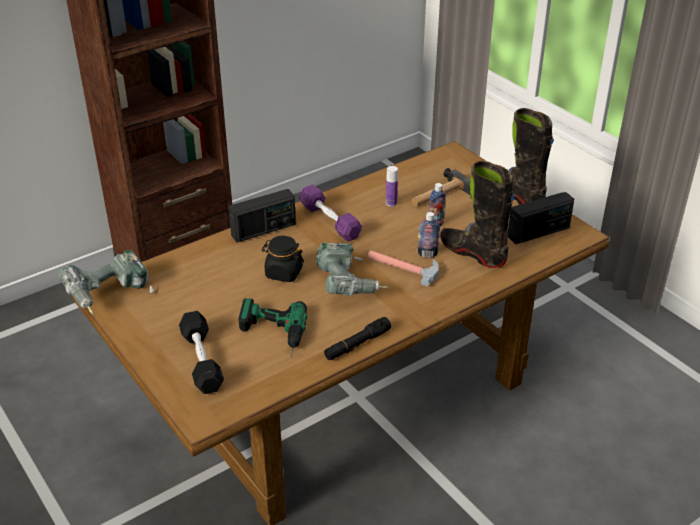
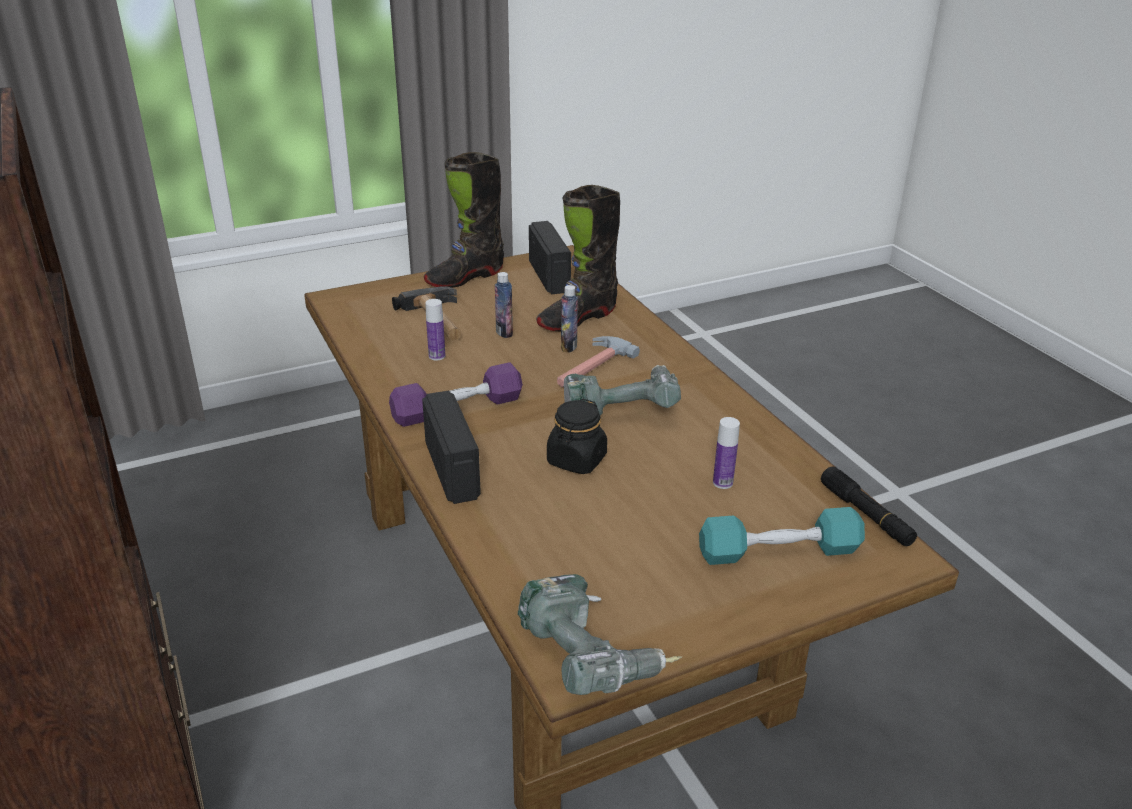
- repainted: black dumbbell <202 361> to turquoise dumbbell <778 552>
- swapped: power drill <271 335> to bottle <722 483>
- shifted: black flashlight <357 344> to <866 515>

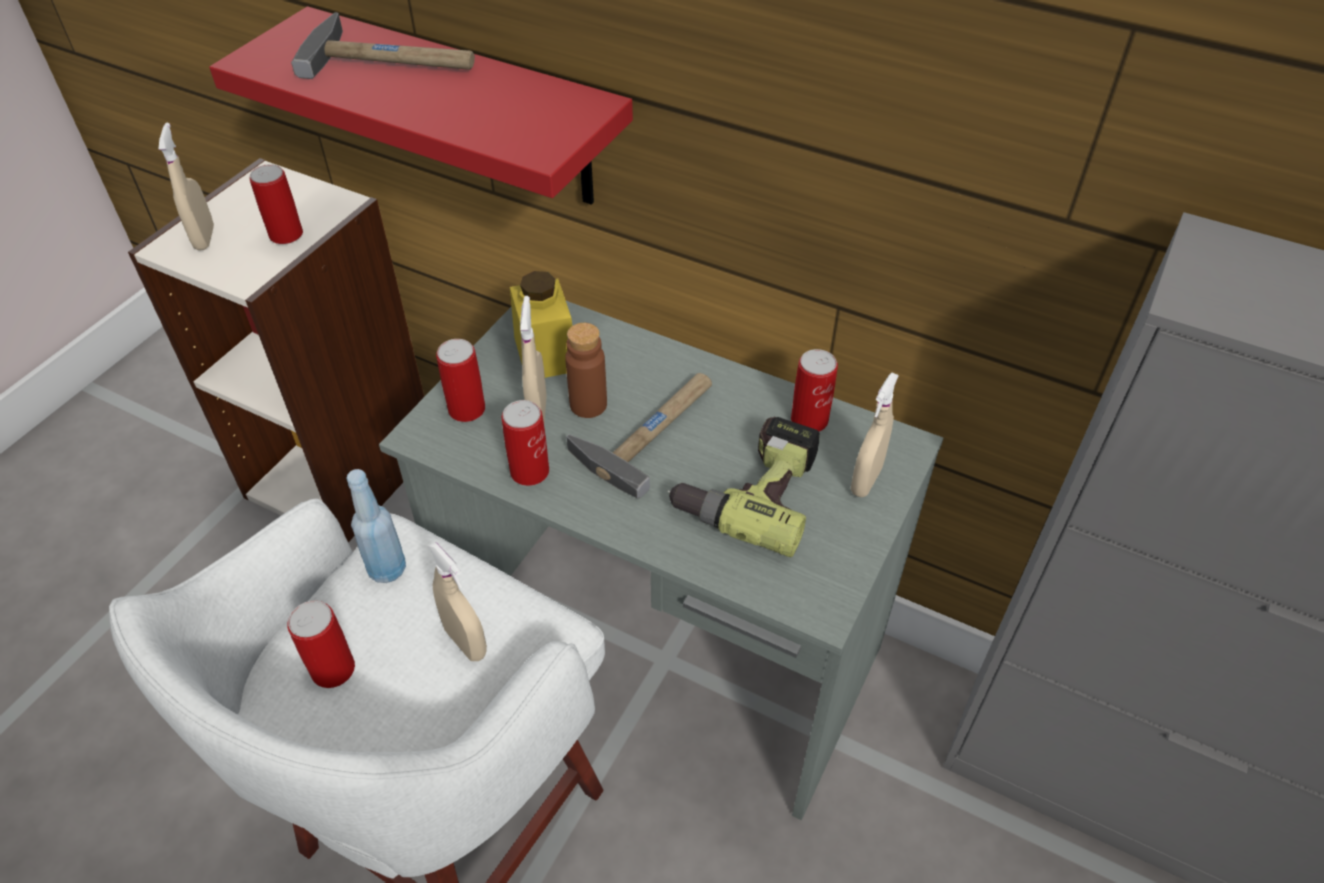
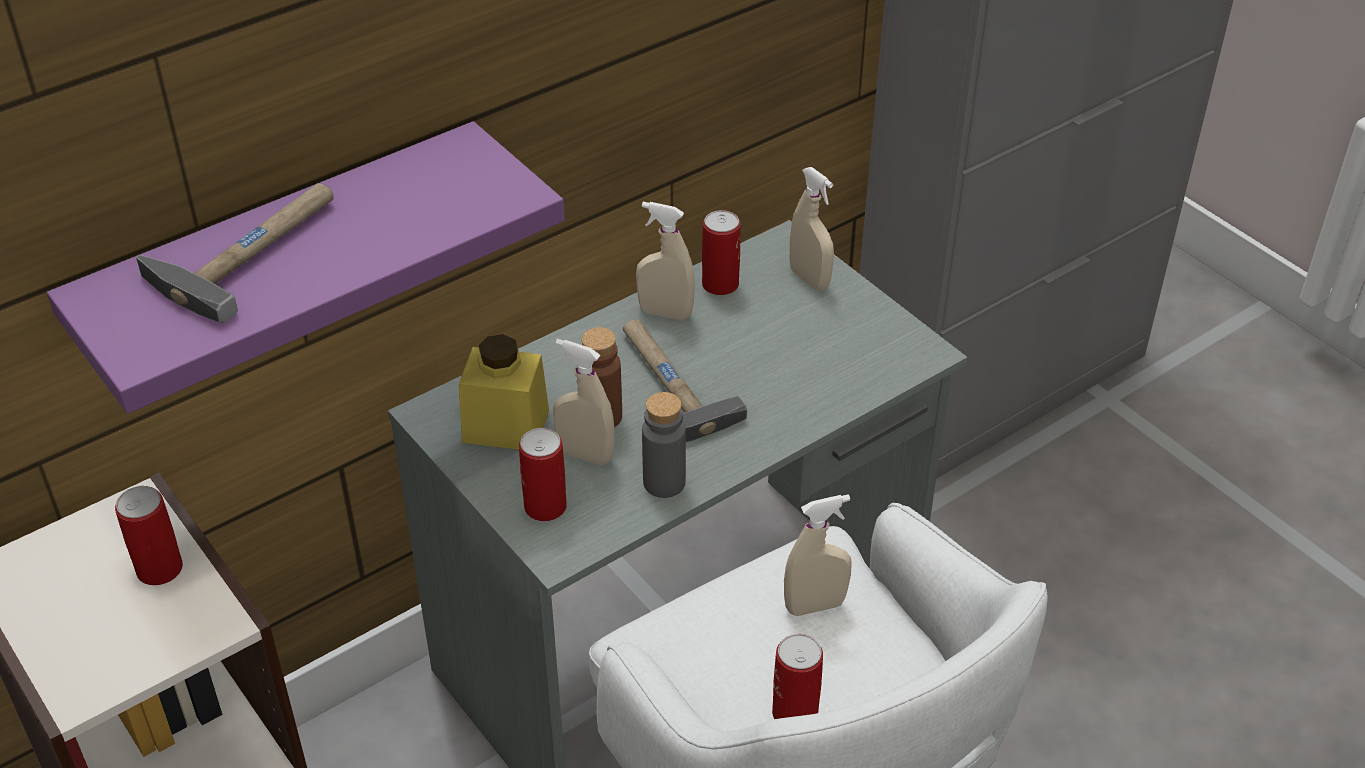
- shifted: beige spray bottle <204 238> to <665 313>
- repainted: red shelf <469 109> to purple shelf <285 262>
- gone: blue bottle <387 569>
- swapped: can <530 471> to grey bottle <664 482>
- gone: power drill <750 491>

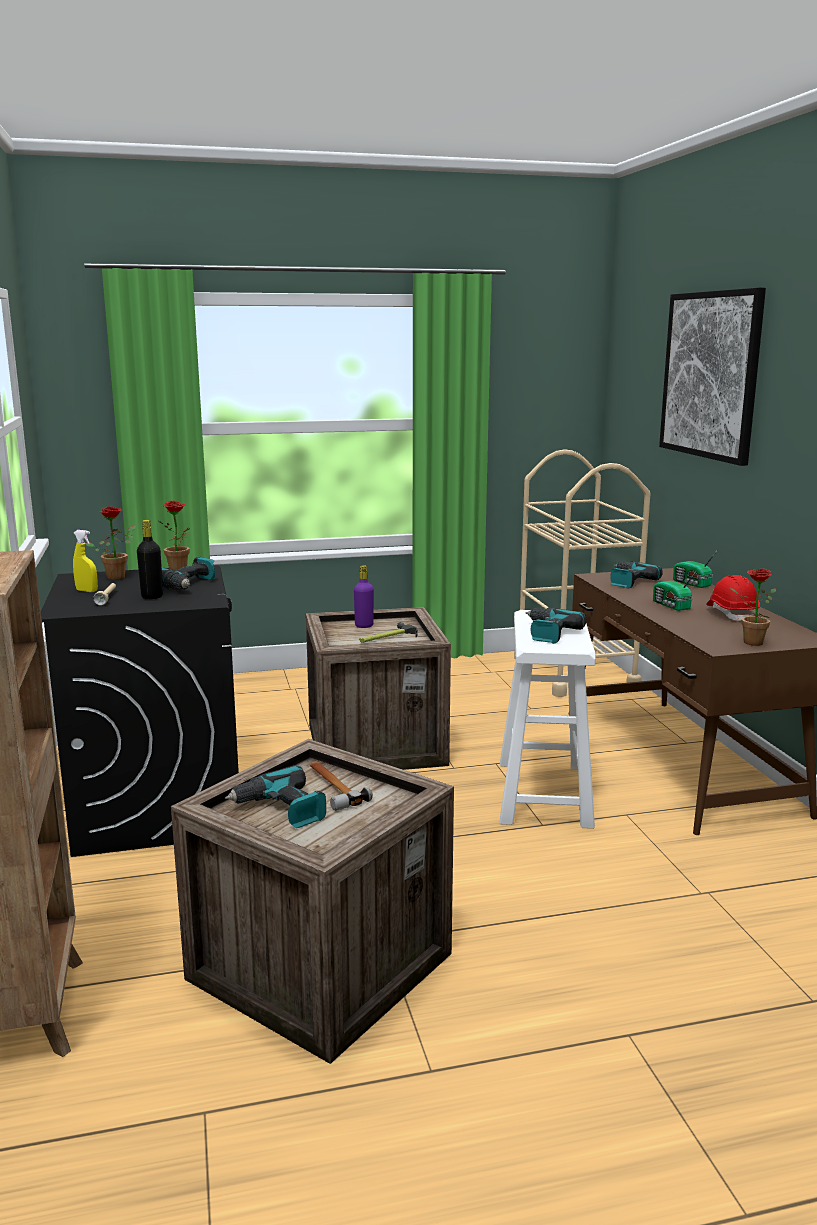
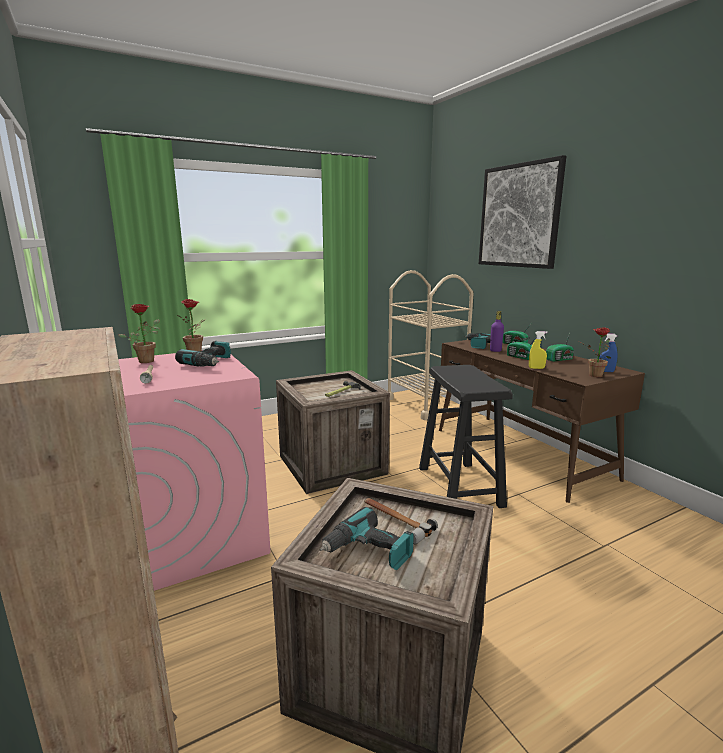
- repainted: black washing machine <157 805> to pink washing machine <192 535>
- shifted: yellow spray bottle <87 591> to <536 368>
- gone: black bottle <152 596>
- shifted: purple bottle <364 626> to <495 350>
- repainted: white stool <544 793> to black stool <459 486>
- gone: power drill <548 633>
- swapped: red hard hat <731 614> to radio <560 359>
- new: blue spray bottle <605 371>

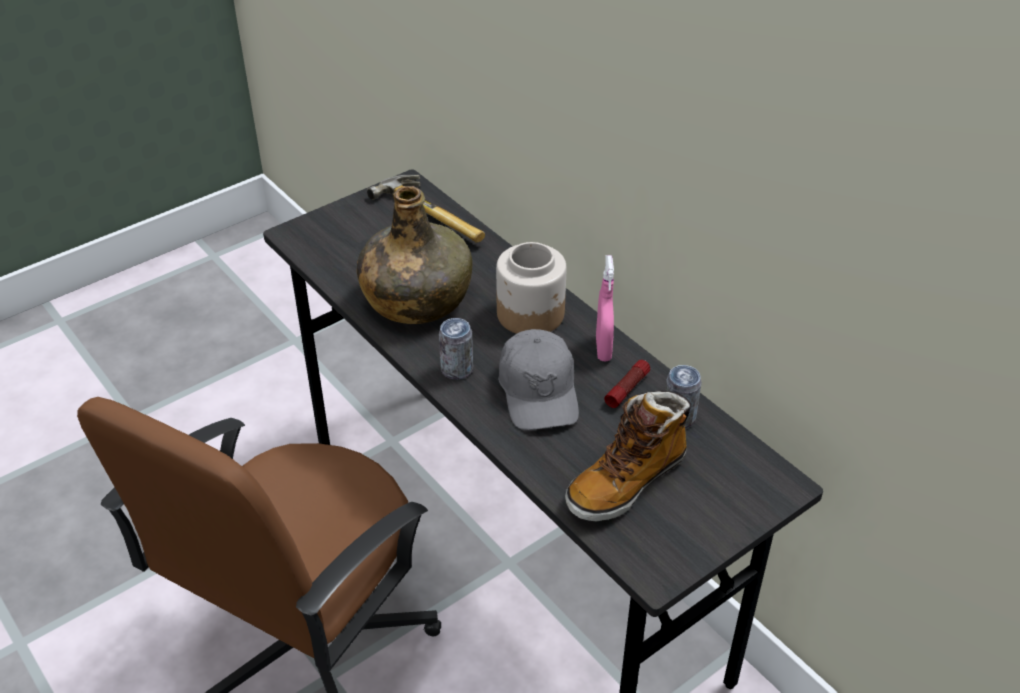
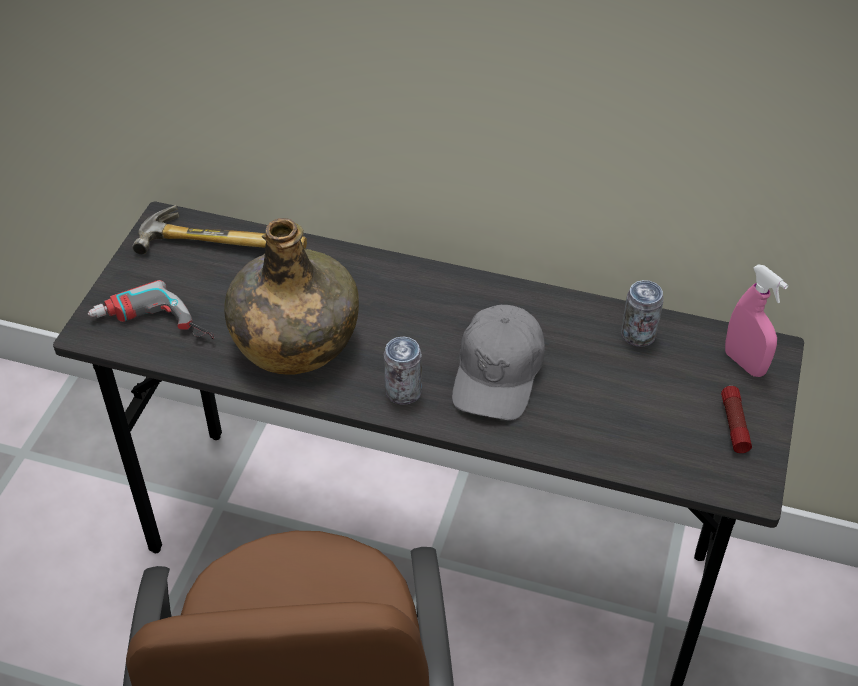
- gone: jar <531 314>
- rotated: grey cap <539 391> = <498 373> 60 degrees clockwise
- gone: boot <626 481>
- shifted: pink spray bottle <603 349> to <744 363>
- shifted: flashlight <627 389> to <734 424>
- new: power drill <151 330>

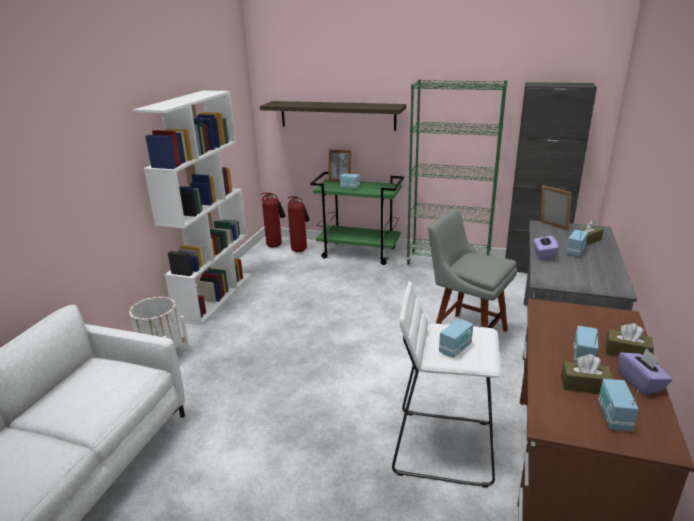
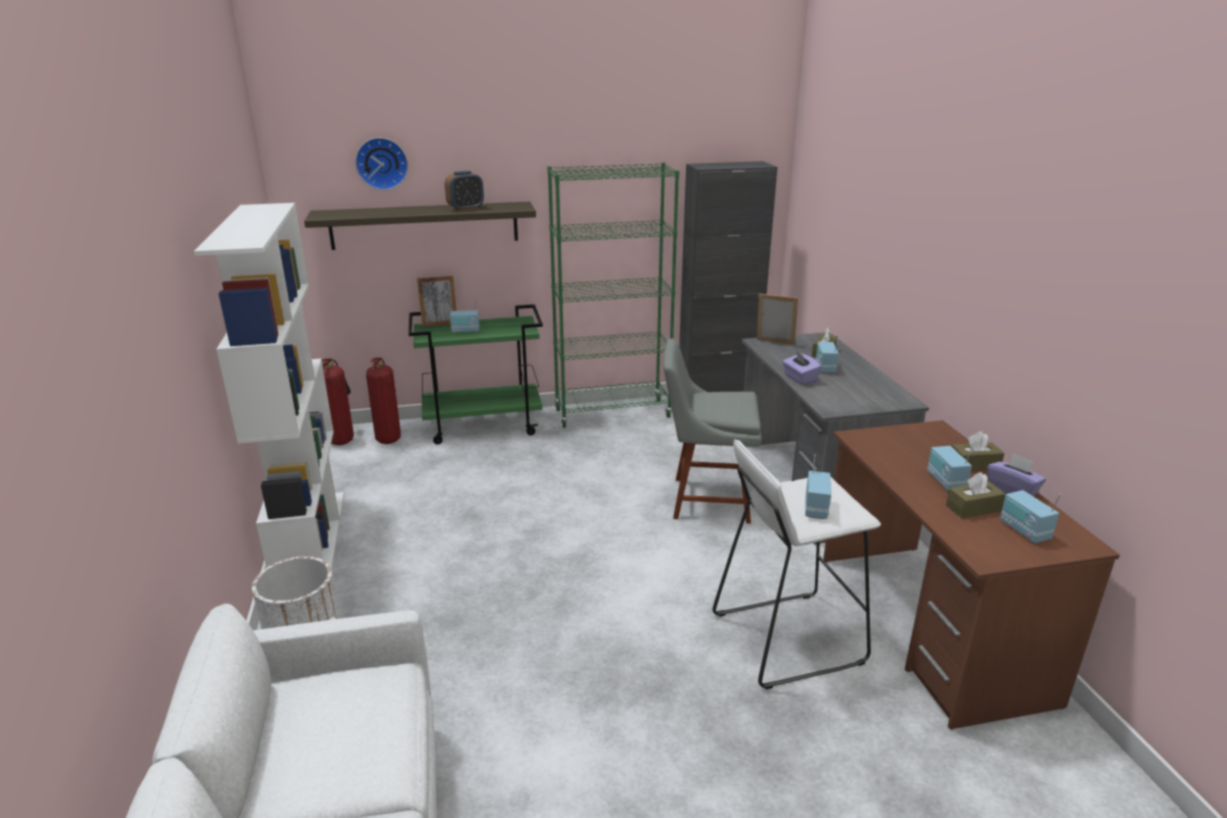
- new: wall clock <382 163>
- new: alarm clock <465 208>

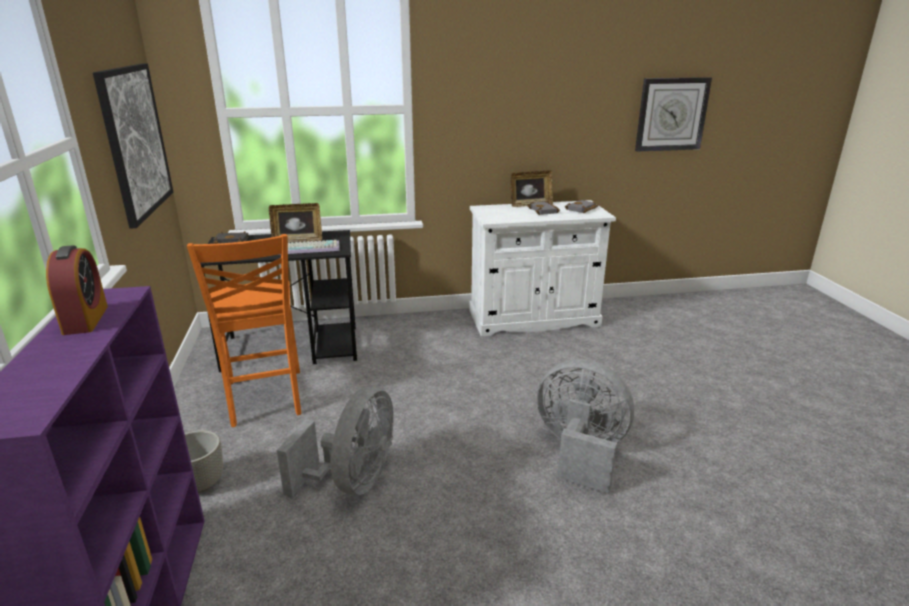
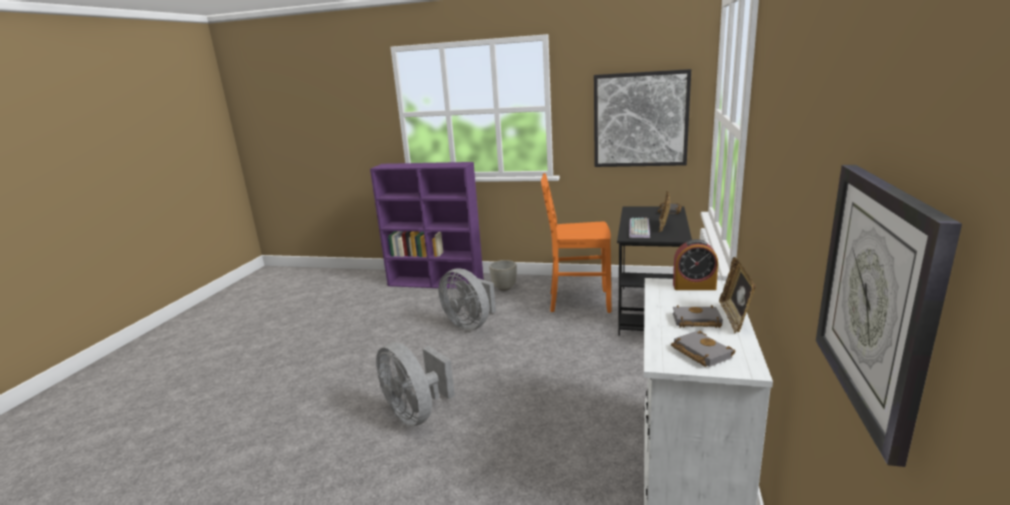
- shifted: alarm clock <85 320> to <694 286>
- rotated: grey fan <580 452> = <416 413> 90 degrees clockwise

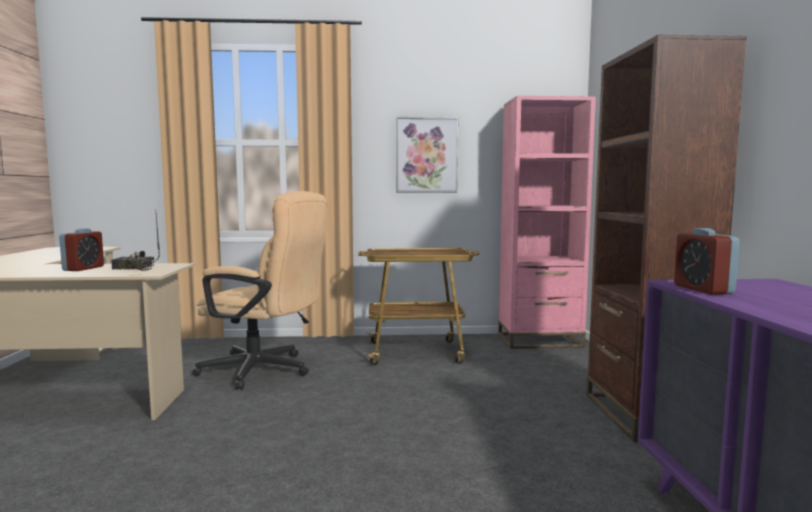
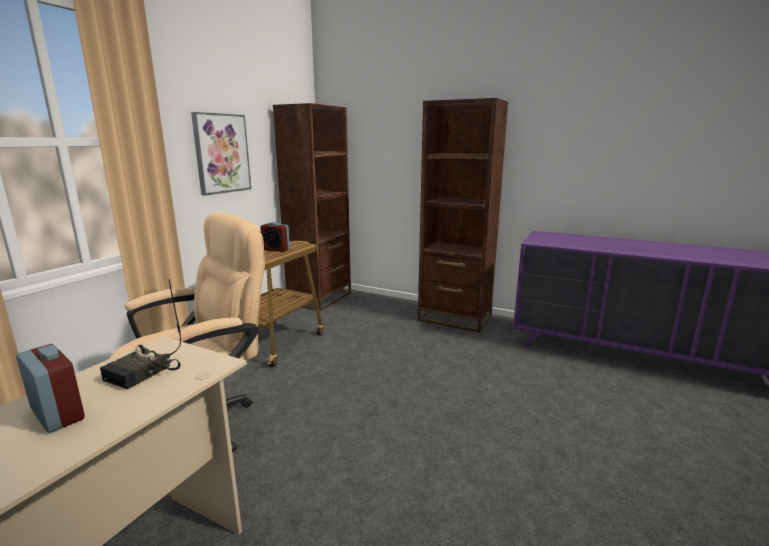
- repainted: pink bookcase <539 340> to brown bookcase <320 298>
- shifted: alarm clock <703 289> to <276 249>

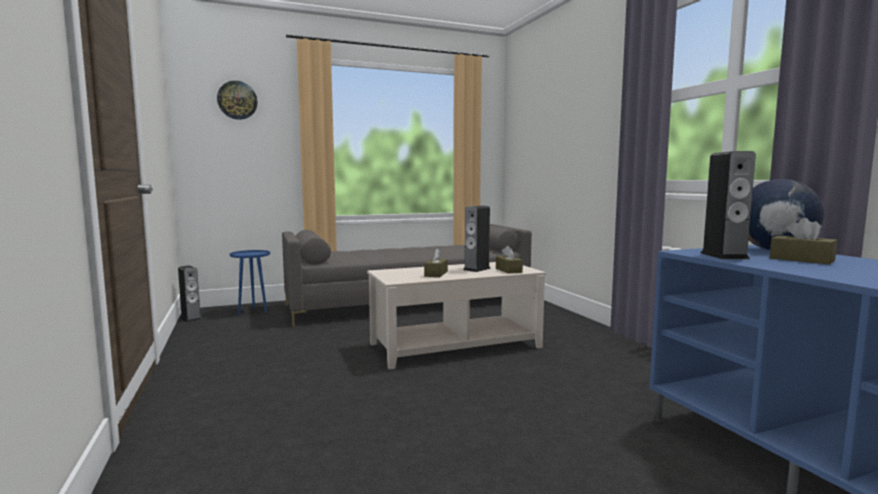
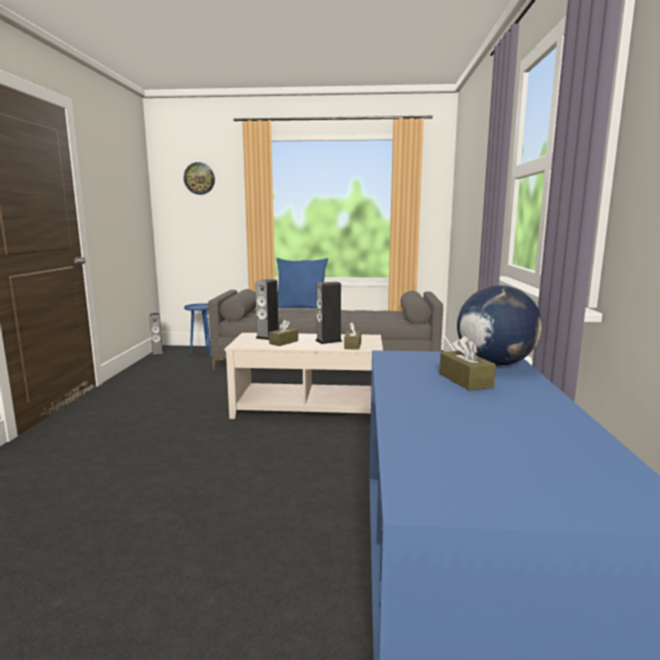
- shifted: speaker <724 256> to <268 336>
- new: blue pillow <301 308>

